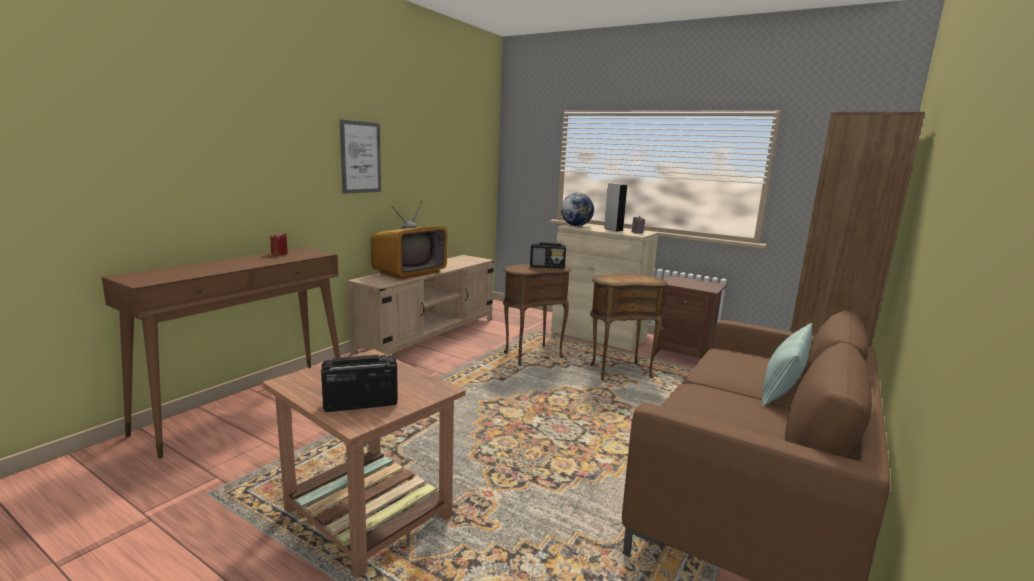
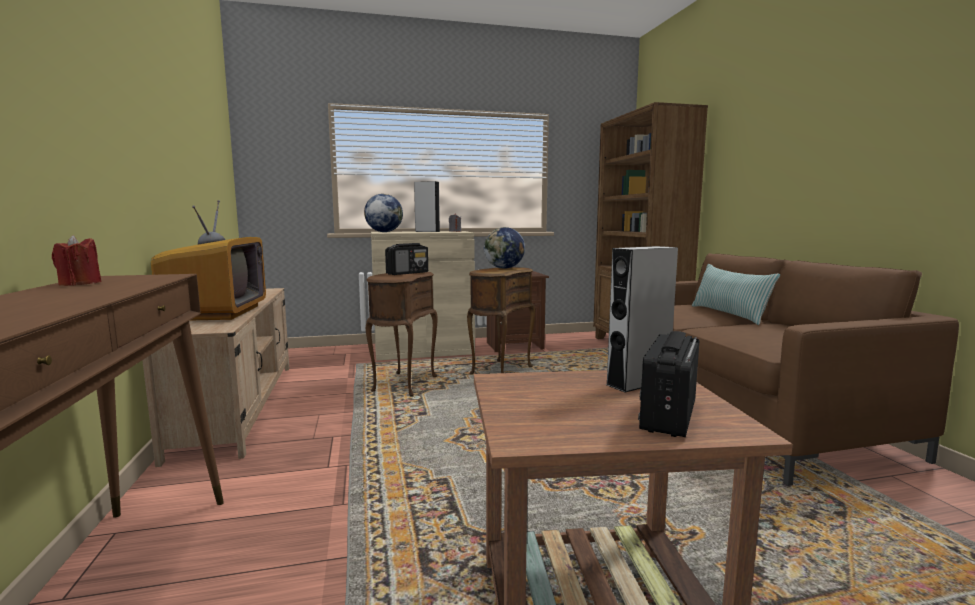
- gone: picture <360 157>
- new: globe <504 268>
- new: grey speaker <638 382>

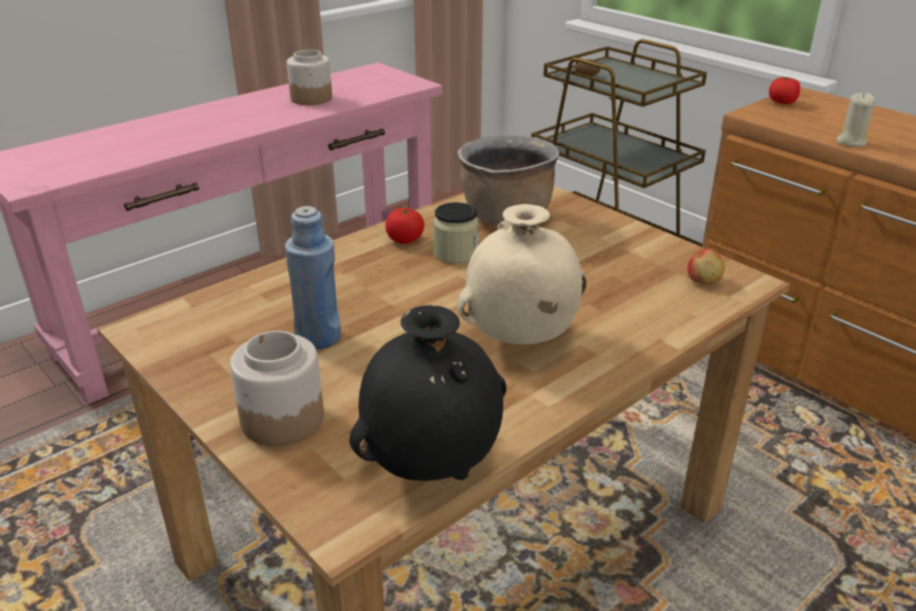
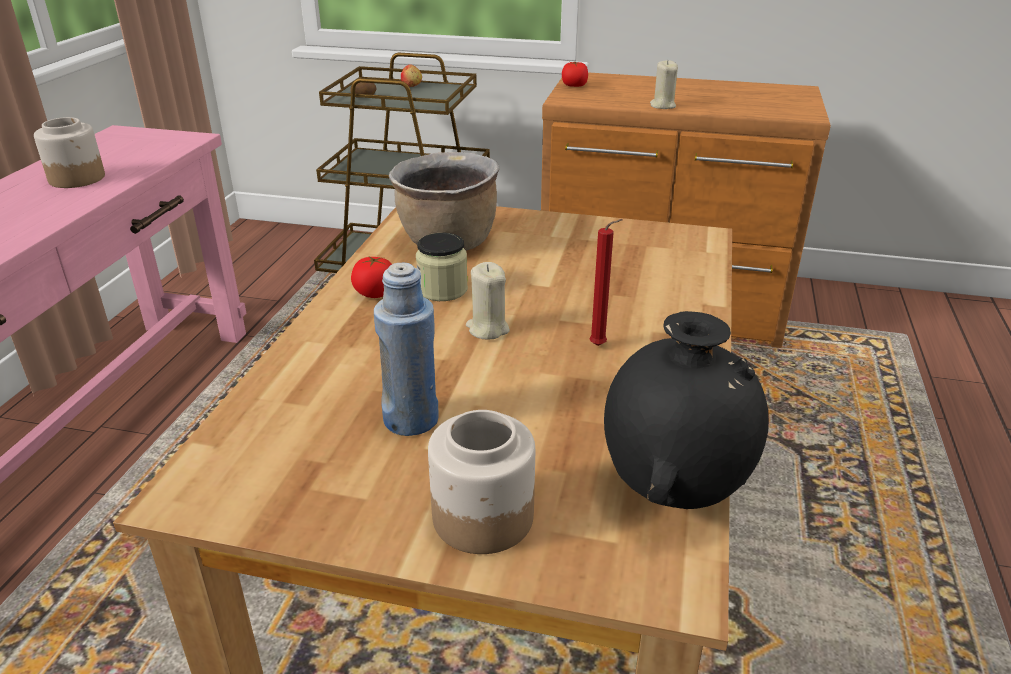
- swapped: beige vase <520 340> to red candle <600 346>
- shifted: apple <704 280> to <412 86>
- new: beige candle <487 329>

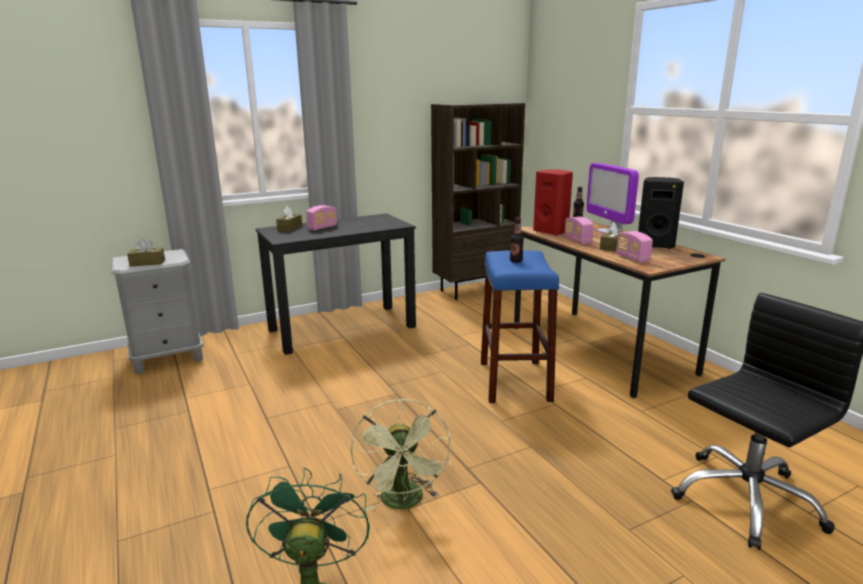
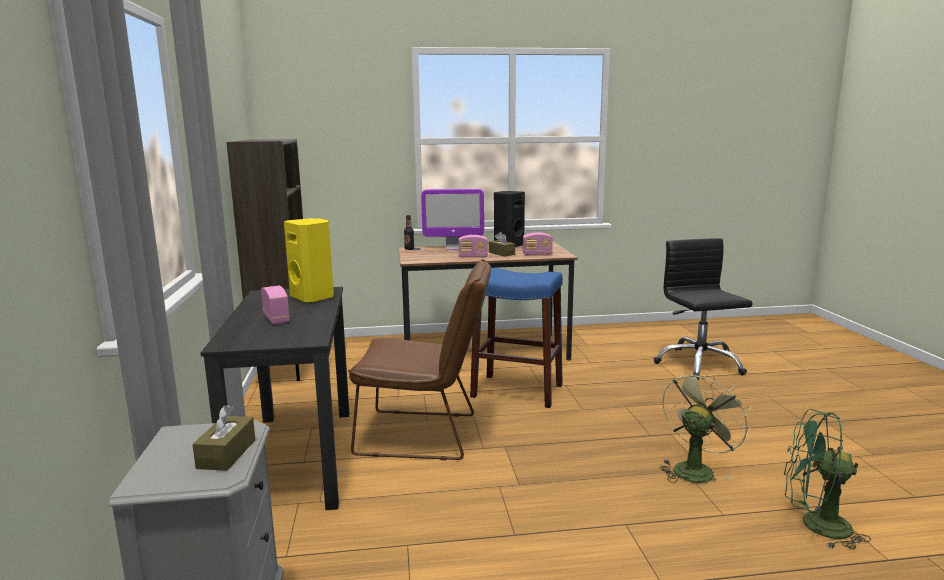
- gone: brown tissue box <290 228>
- rotated: green fan <404 502> = <695 469> 60 degrees counterclockwise
- gone: bottle <516 261>
- gone: red speaker <551 231>
- new: yellow speaker <313 297>
- new: brown chair <426 435>

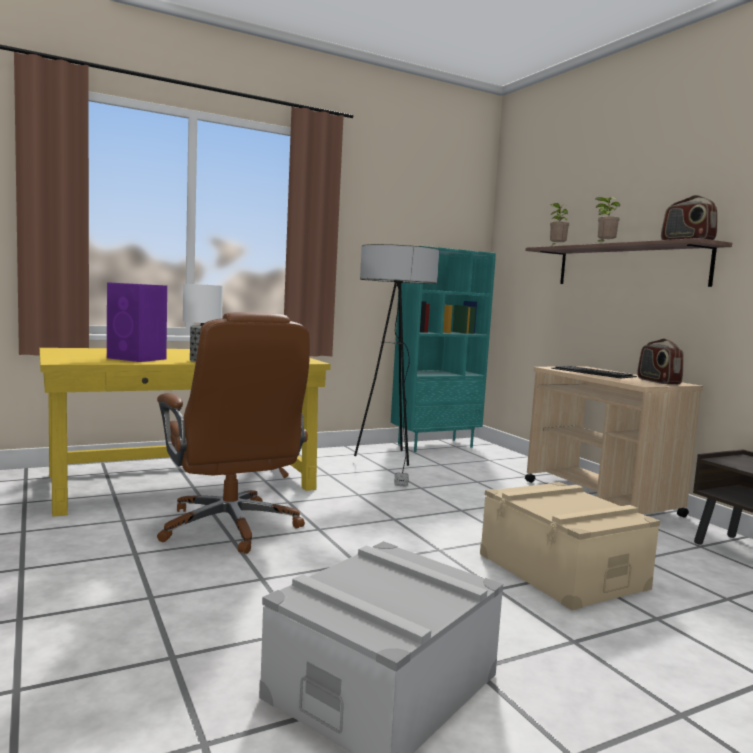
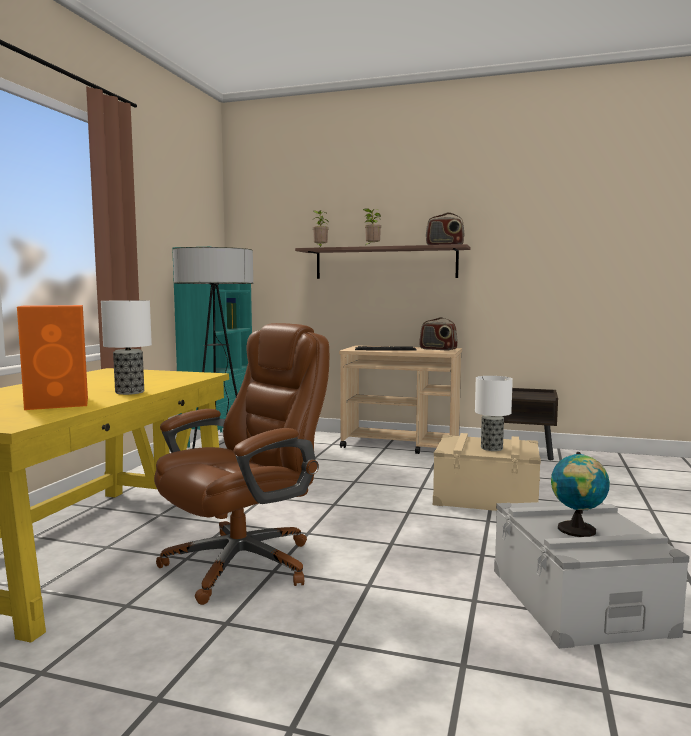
- repainted: purple speaker <138 358> to orange speaker <59 403>
- rotated: brown office chair <231 528> = <243 563> 60 degrees counterclockwise
- new: table lamp <491 448>
- new: globe <577 531>

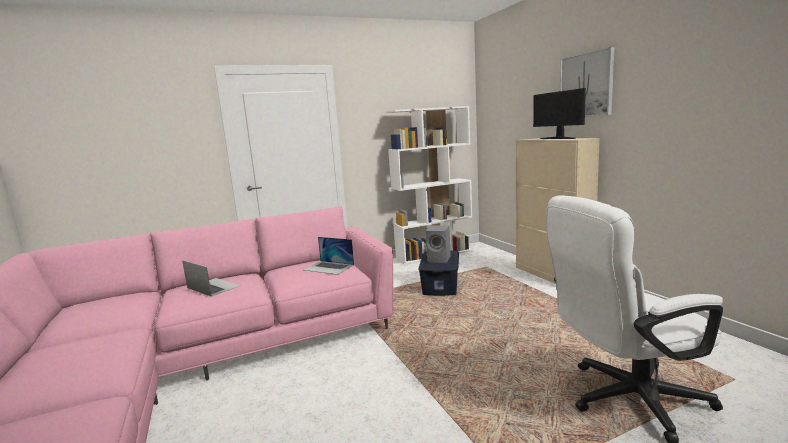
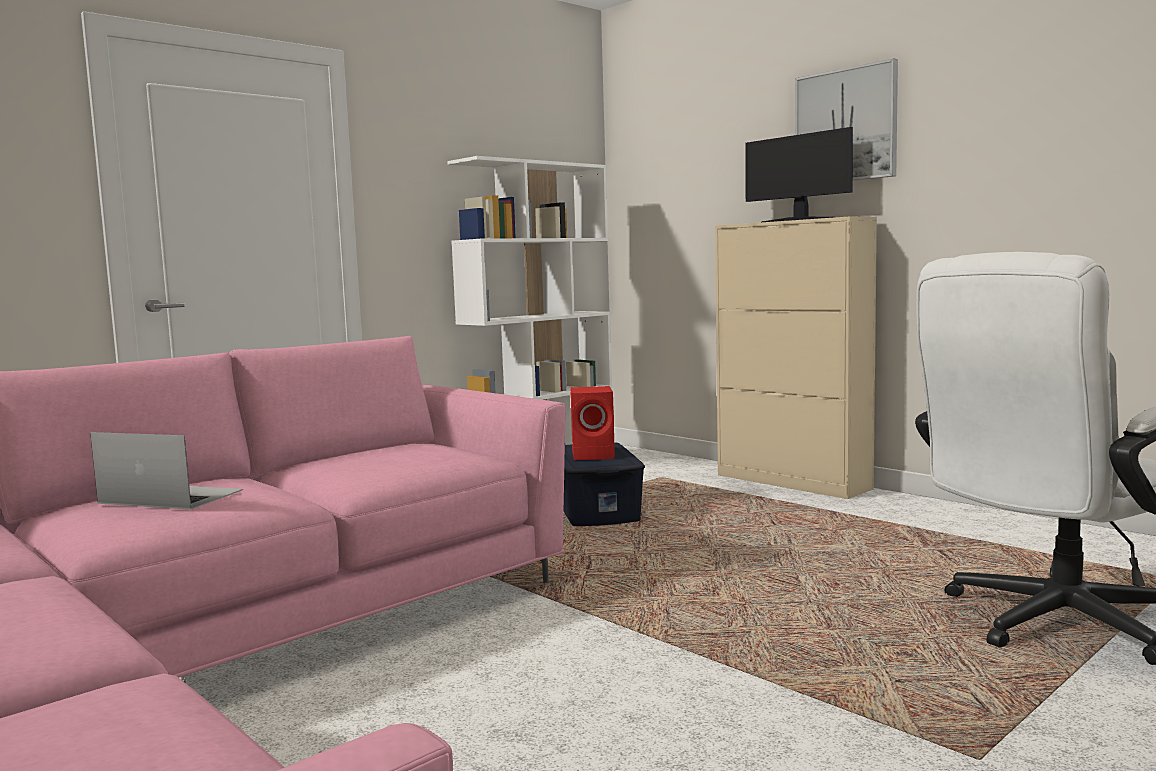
- gone: laptop <329 267>
- repainted: grey speaker <440 259> to red speaker <595 455>

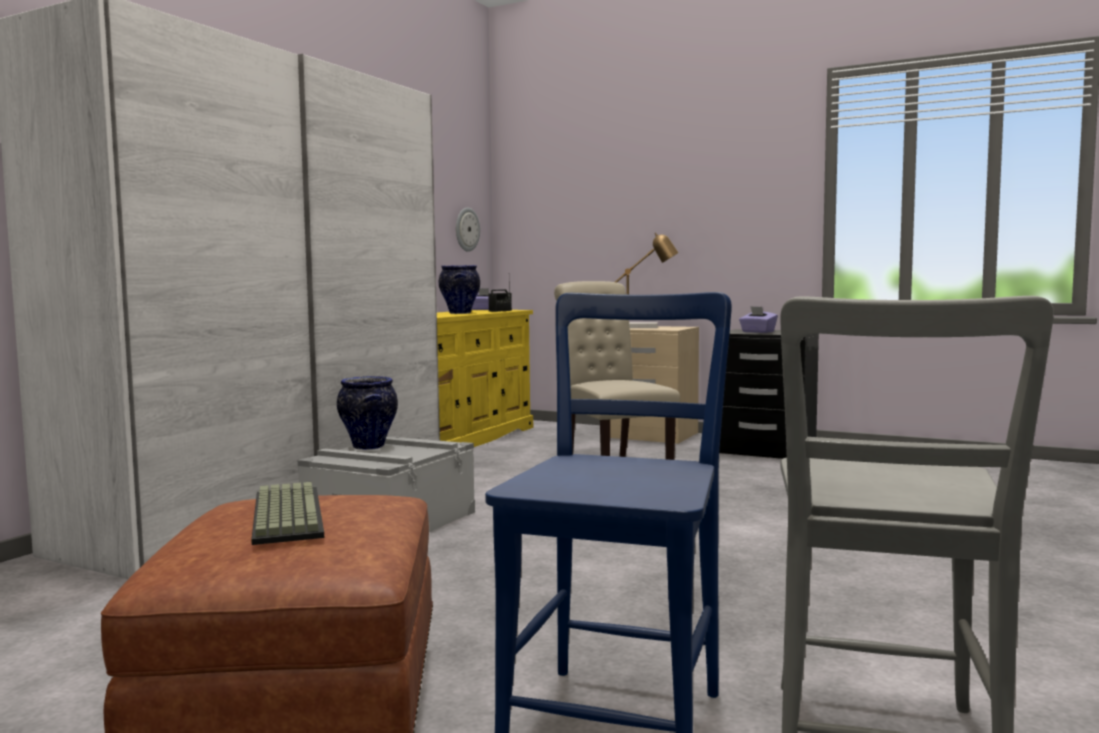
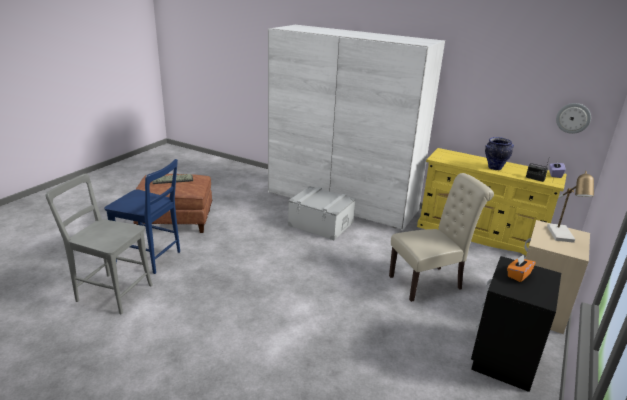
- gone: vase <369 447>
- repainted: purple tissue box <757 332> to orange tissue box <518 275>

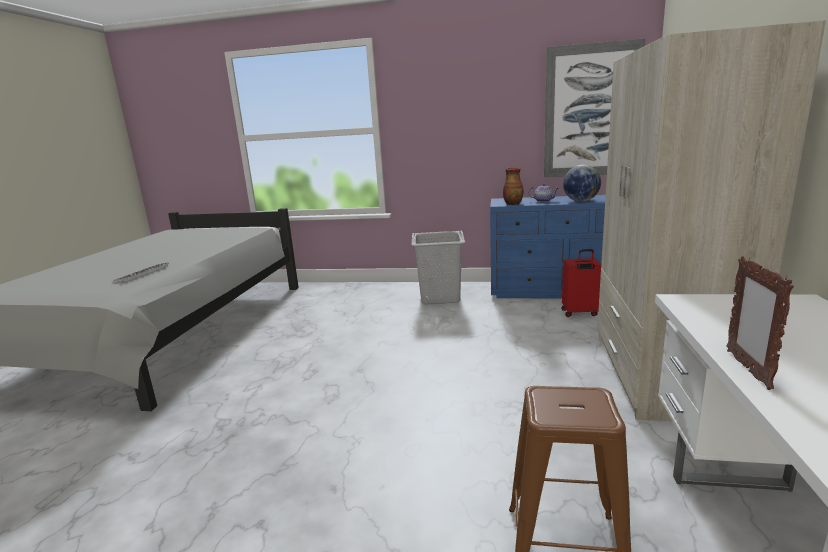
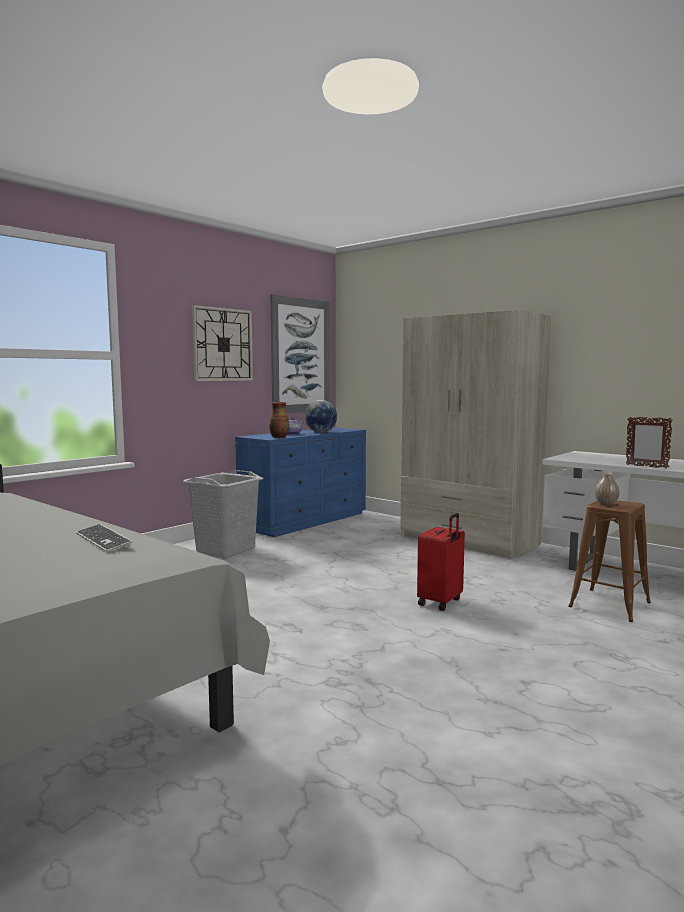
- shifted: red suitcase <580 313> to <441 602>
- new: wall clock <222 344>
- new: vase <606 504>

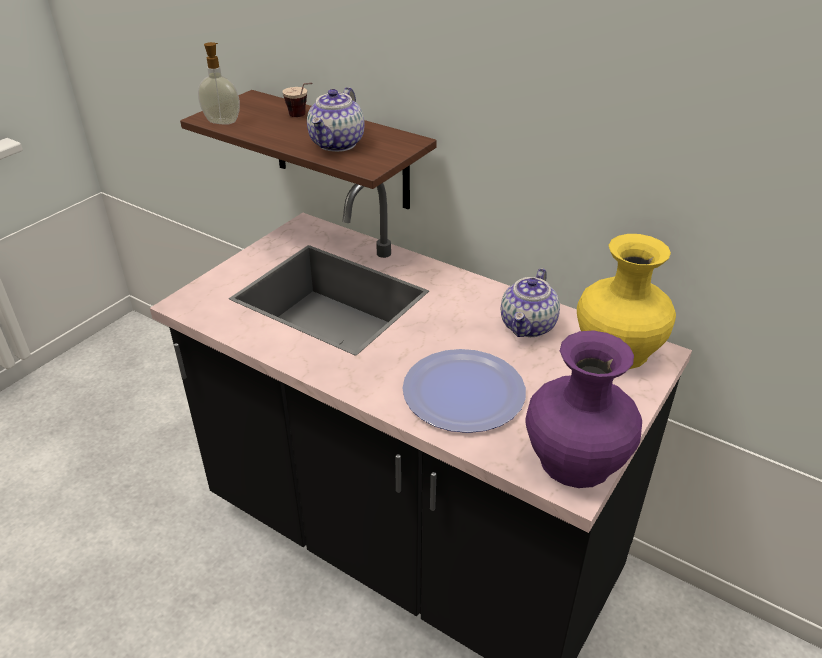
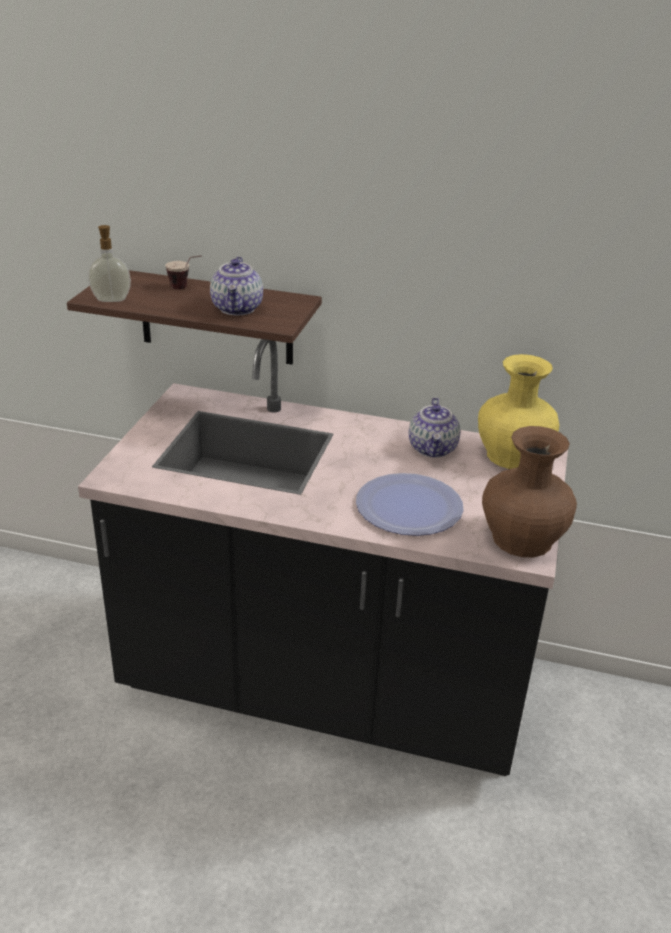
- repainted: purple vase <574 459> to brown vase <520 538>

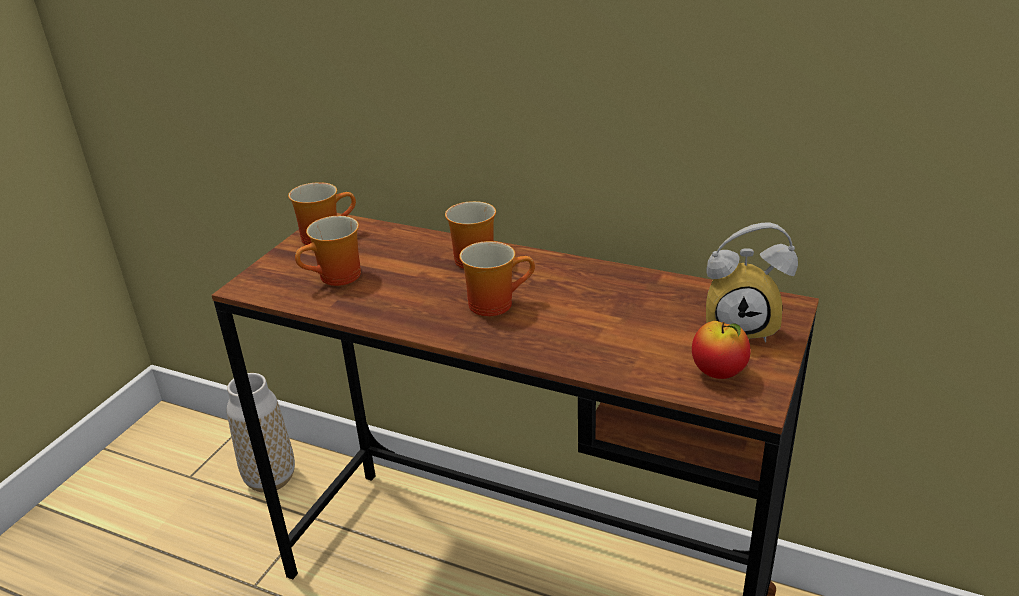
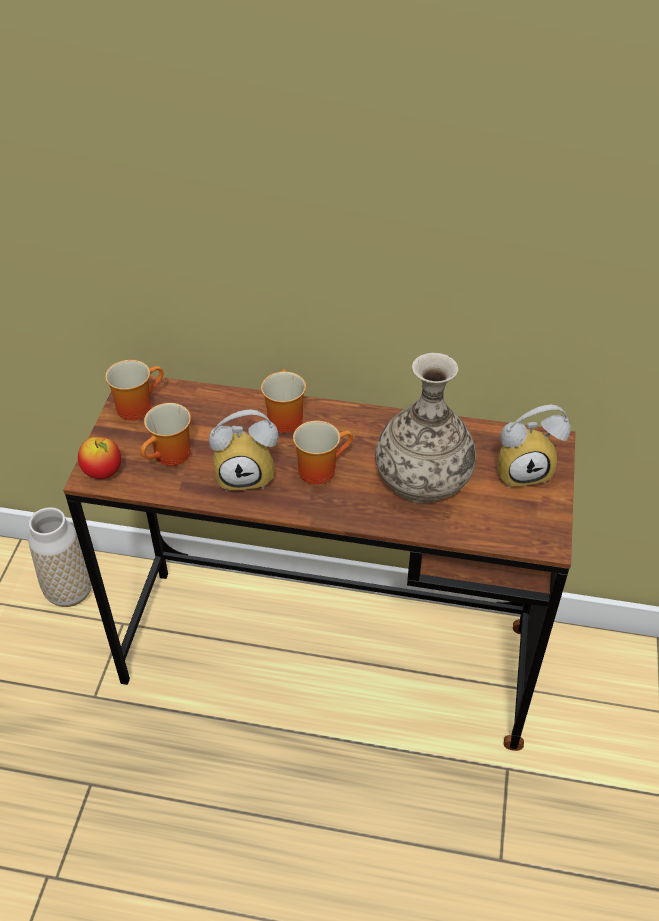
- shifted: apple <718 373> to <103 472>
- new: alarm clock <247 474>
- new: vase <422 477>

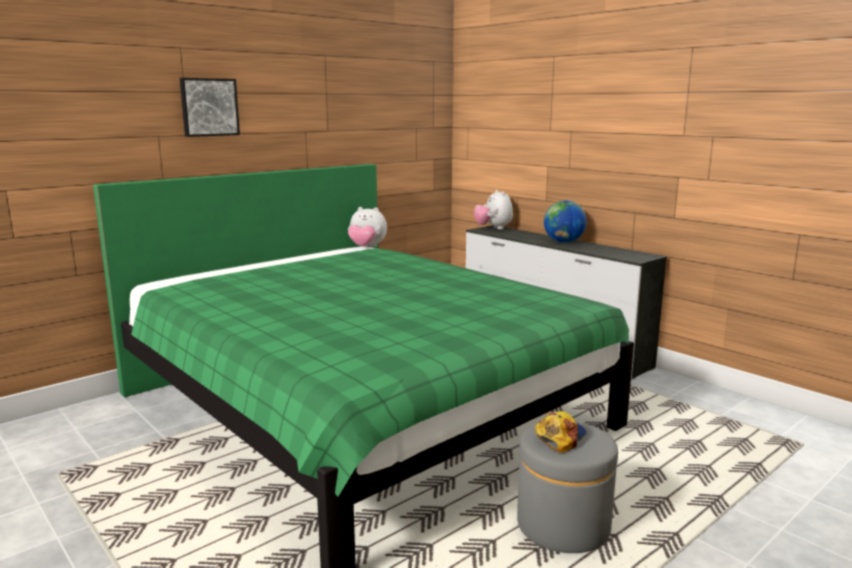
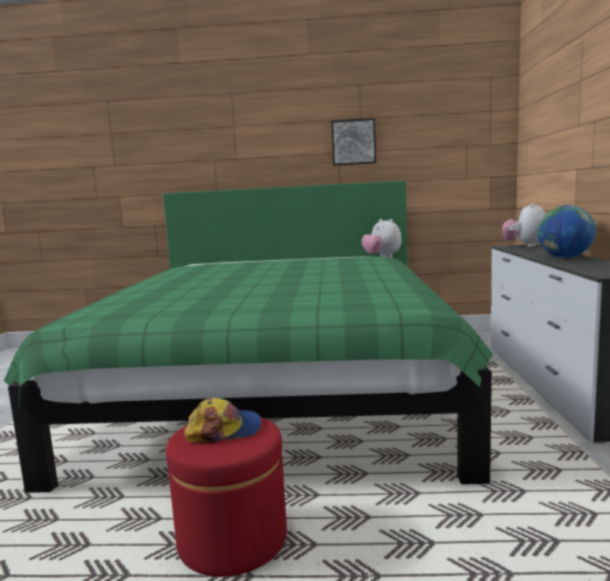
- shifted: picture <209 107> to <353 142>
- repainted: grey ottoman <563 525> to red ottoman <232 539>

